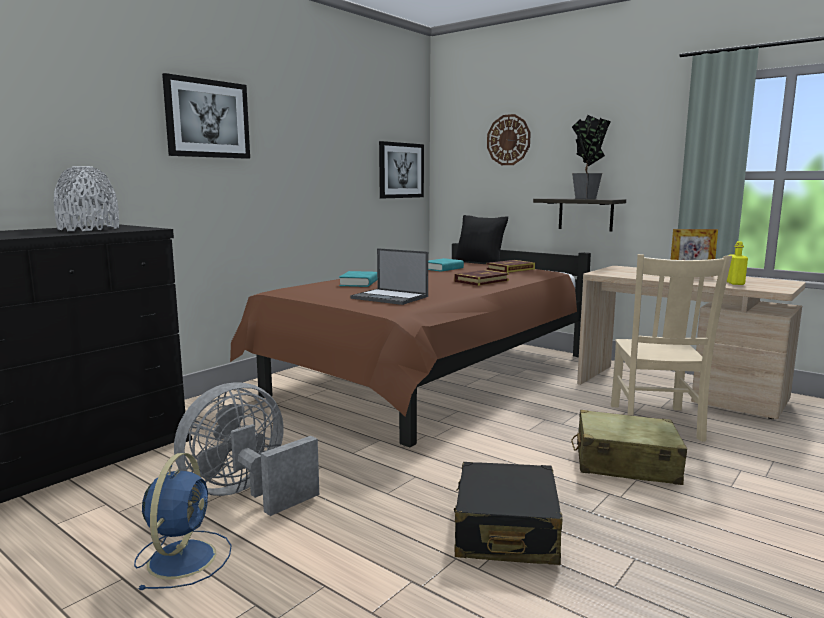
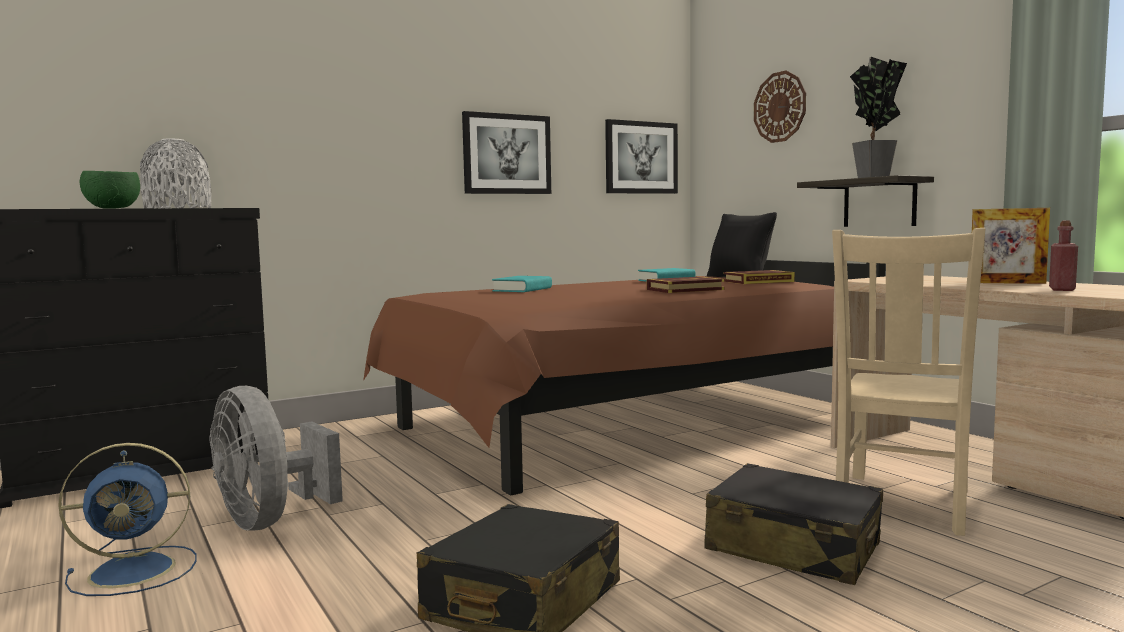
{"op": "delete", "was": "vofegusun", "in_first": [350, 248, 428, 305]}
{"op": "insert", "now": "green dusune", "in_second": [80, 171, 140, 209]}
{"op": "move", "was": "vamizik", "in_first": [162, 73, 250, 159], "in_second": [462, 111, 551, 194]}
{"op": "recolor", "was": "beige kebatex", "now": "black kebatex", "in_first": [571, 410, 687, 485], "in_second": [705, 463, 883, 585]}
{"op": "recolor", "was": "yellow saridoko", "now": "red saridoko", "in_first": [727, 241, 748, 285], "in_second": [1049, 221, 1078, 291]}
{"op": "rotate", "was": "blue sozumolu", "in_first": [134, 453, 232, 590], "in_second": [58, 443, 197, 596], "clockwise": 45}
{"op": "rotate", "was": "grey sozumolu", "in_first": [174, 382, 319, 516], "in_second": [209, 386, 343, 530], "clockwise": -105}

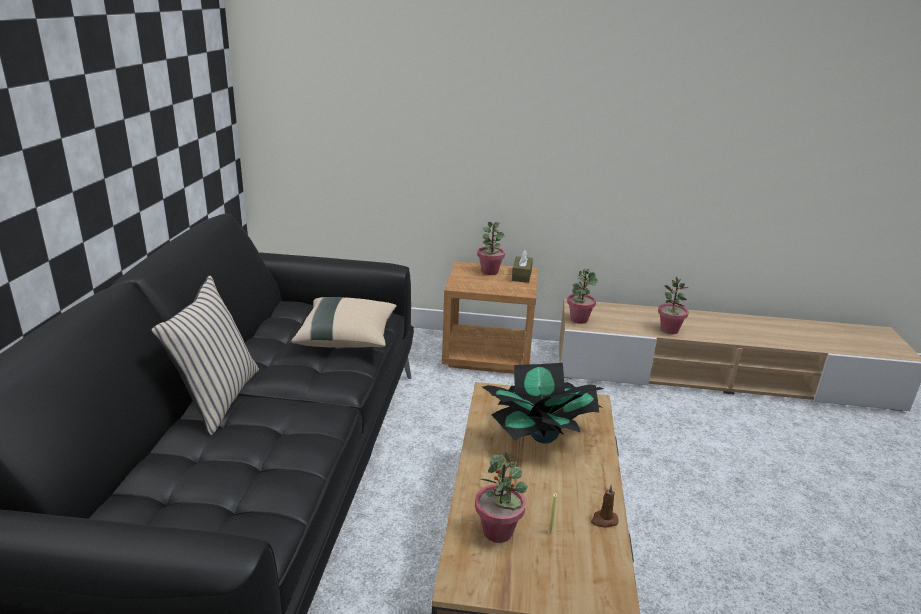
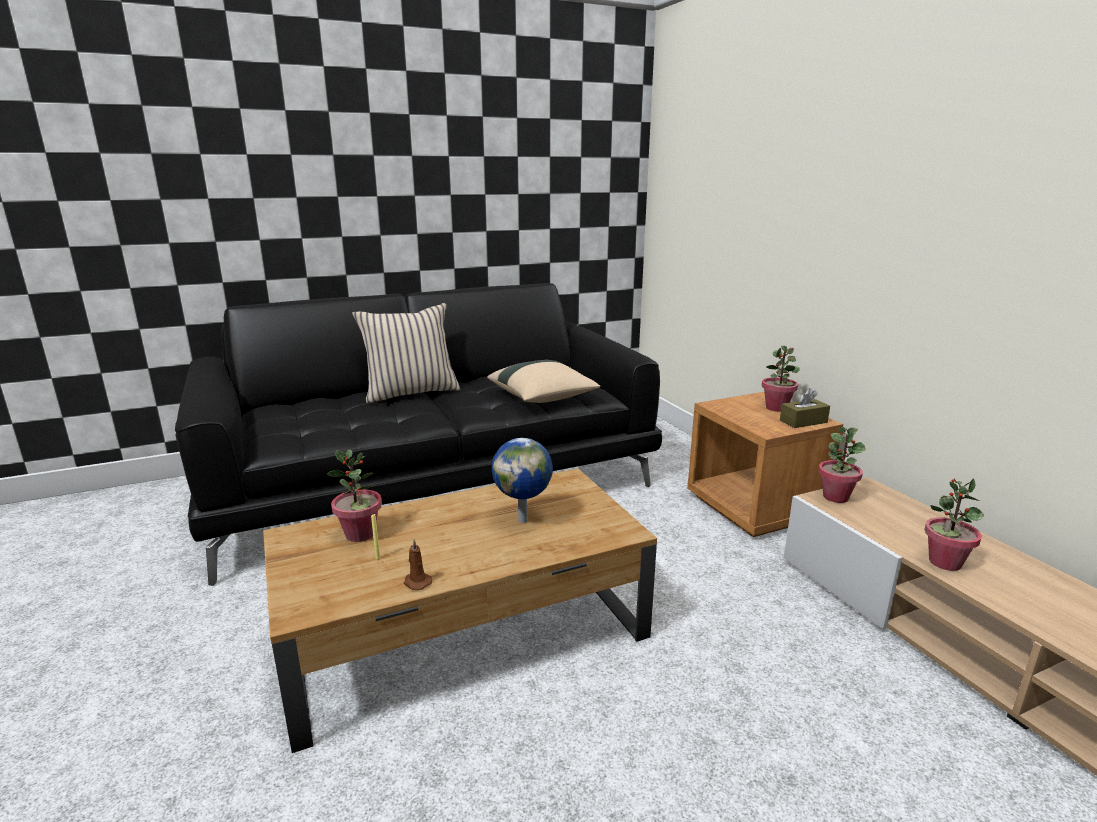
{"op": "replace", "was": "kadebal", "now": "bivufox", "in_first": [482, 363, 604, 444], "in_second": [492, 438, 553, 523]}

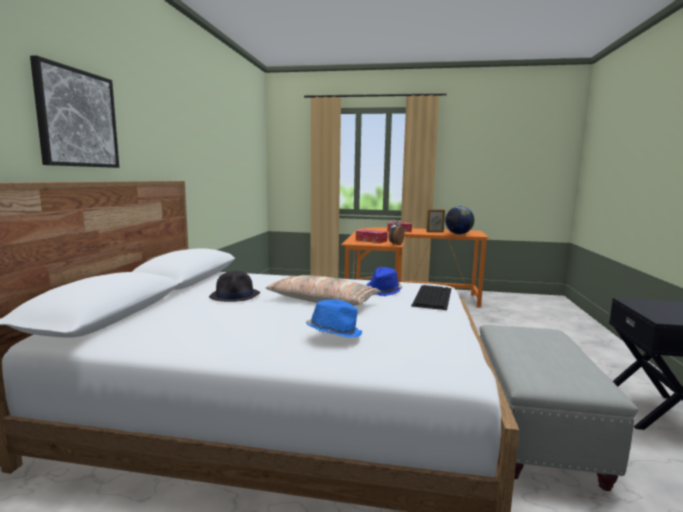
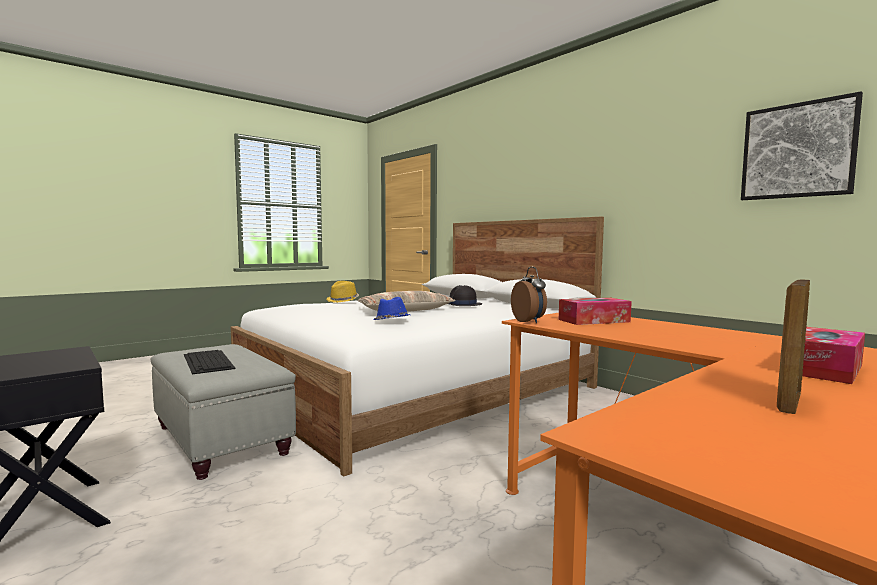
{"op": "delete", "was": "bivufox", "in_first": [445, 206, 474, 234]}
{"op": "move", "was": "vamizik", "in_first": [30, 55, 119, 168], "in_second": [741, 91, 863, 200]}
{"op": "move", "was": "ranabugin", "in_first": [411, 285, 451, 310], "in_second": [184, 350, 236, 374]}
{"op": "recolor", "was": "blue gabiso", "now": "yellow gabiso", "in_first": [306, 299, 362, 338], "in_second": [326, 281, 359, 303]}

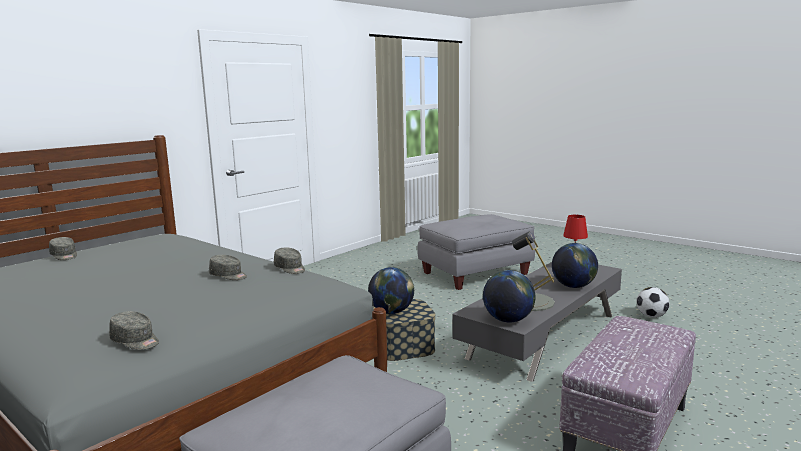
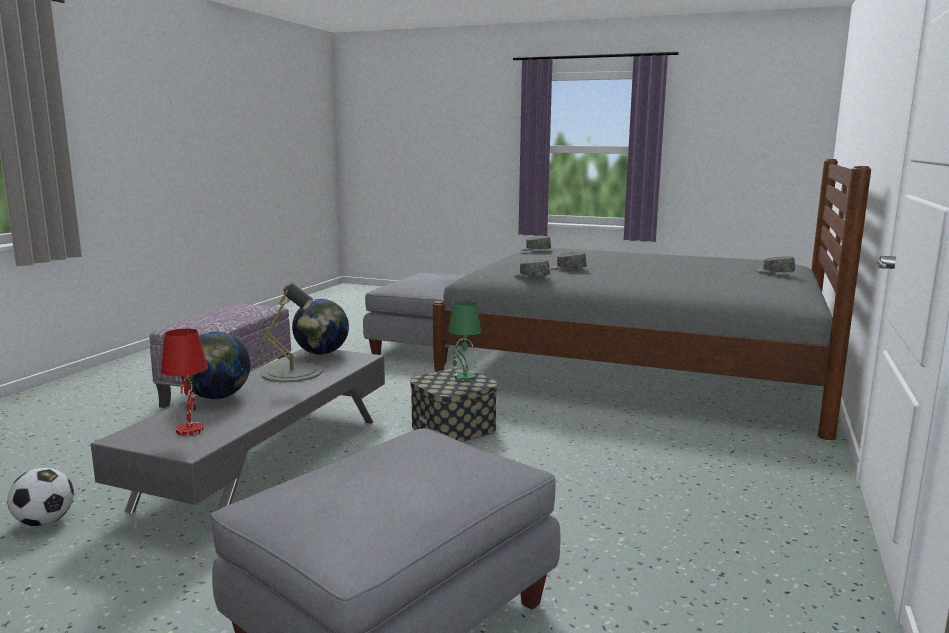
{"op": "replace", "was": "bivufox", "now": "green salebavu", "in_first": [368, 267, 414, 314], "in_second": [448, 301, 481, 381]}

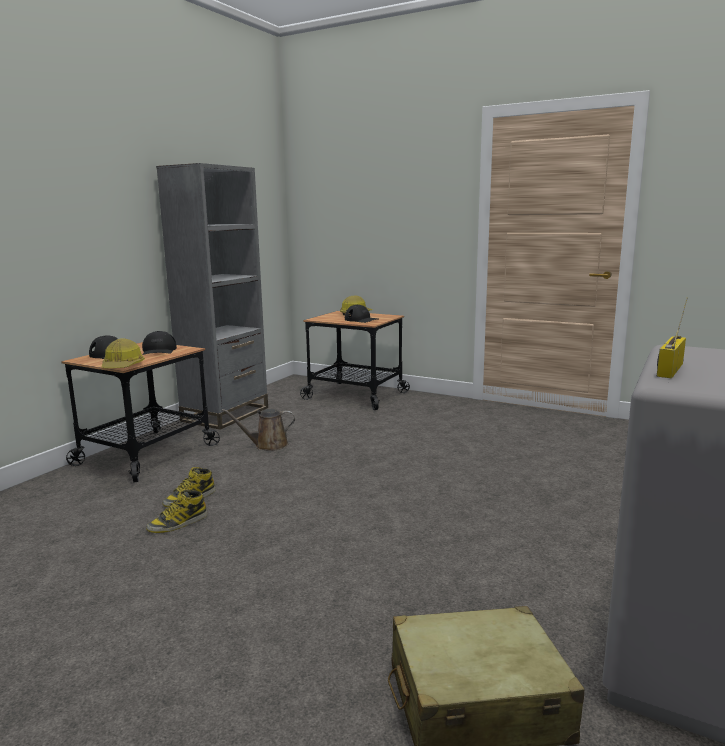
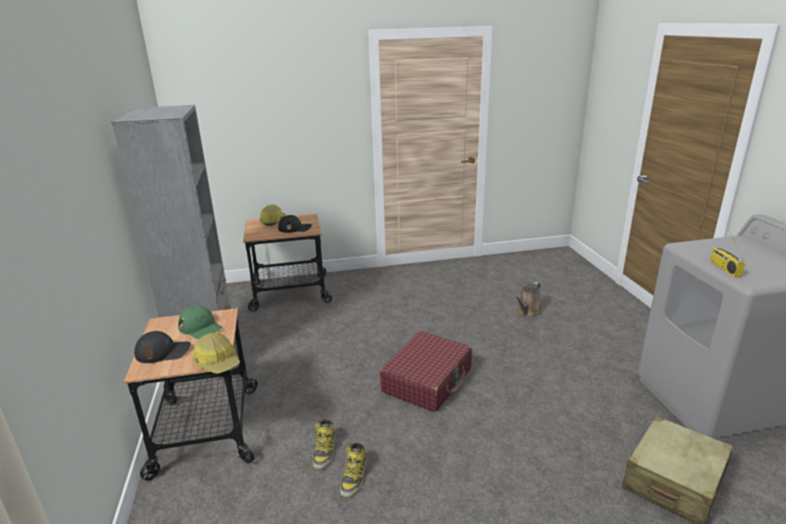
{"op": "insert", "now": "red kebatex", "in_second": [380, 331, 472, 412]}
{"op": "move", "was": "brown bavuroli", "in_first": [222, 409, 295, 451], "in_second": [515, 282, 542, 317]}
{"op": "recolor", "was": "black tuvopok", "now": "green tuvopok", "in_first": [142, 331, 177, 355], "in_second": [178, 306, 223, 339]}

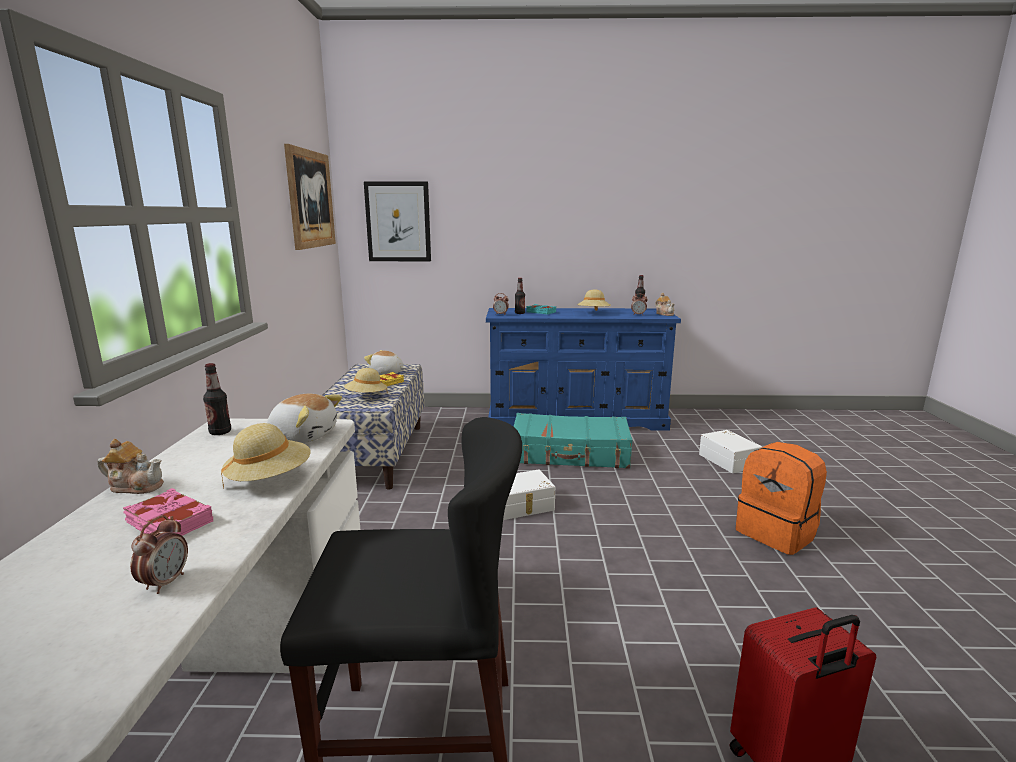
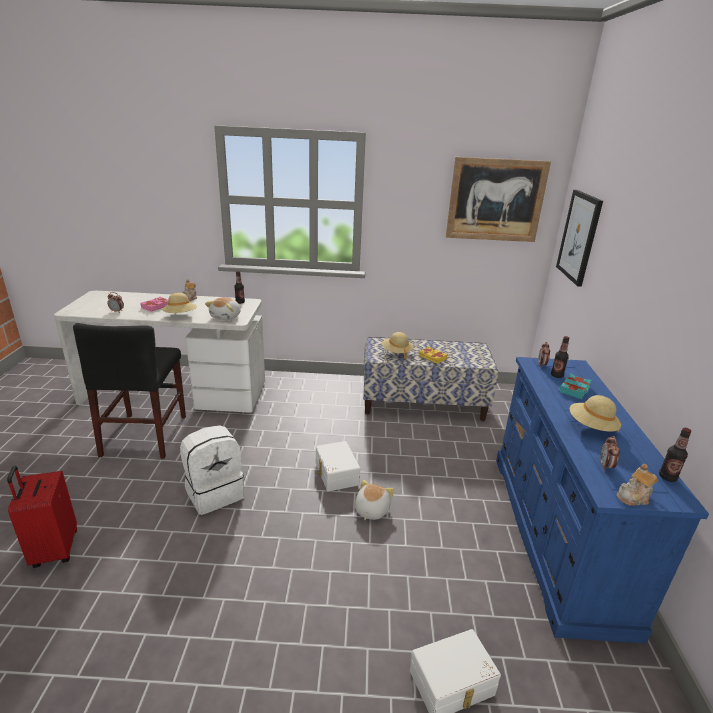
{"op": "delete", "was": "turquoise kebatex", "in_first": [513, 413, 632, 469]}
{"op": "delete", "was": "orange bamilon", "in_first": [736, 442, 827, 555]}
{"op": "insert", "now": "white bamilon", "in_second": [180, 425, 244, 515]}
{"op": "move", "was": "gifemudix", "in_first": [364, 350, 405, 375], "in_second": [355, 480, 394, 520]}

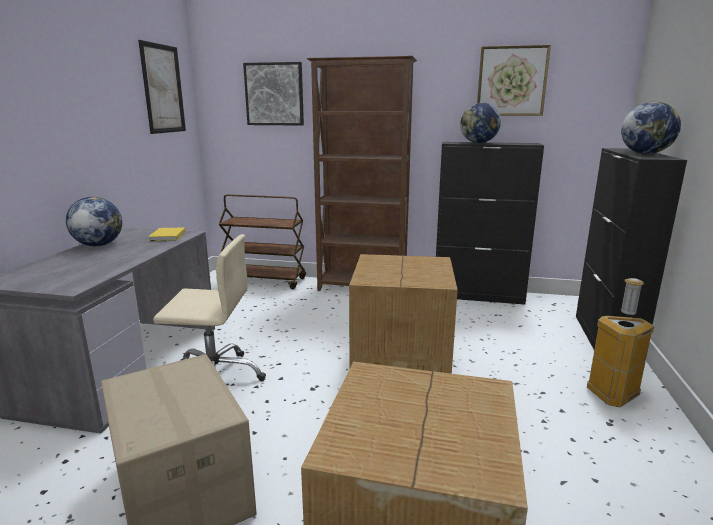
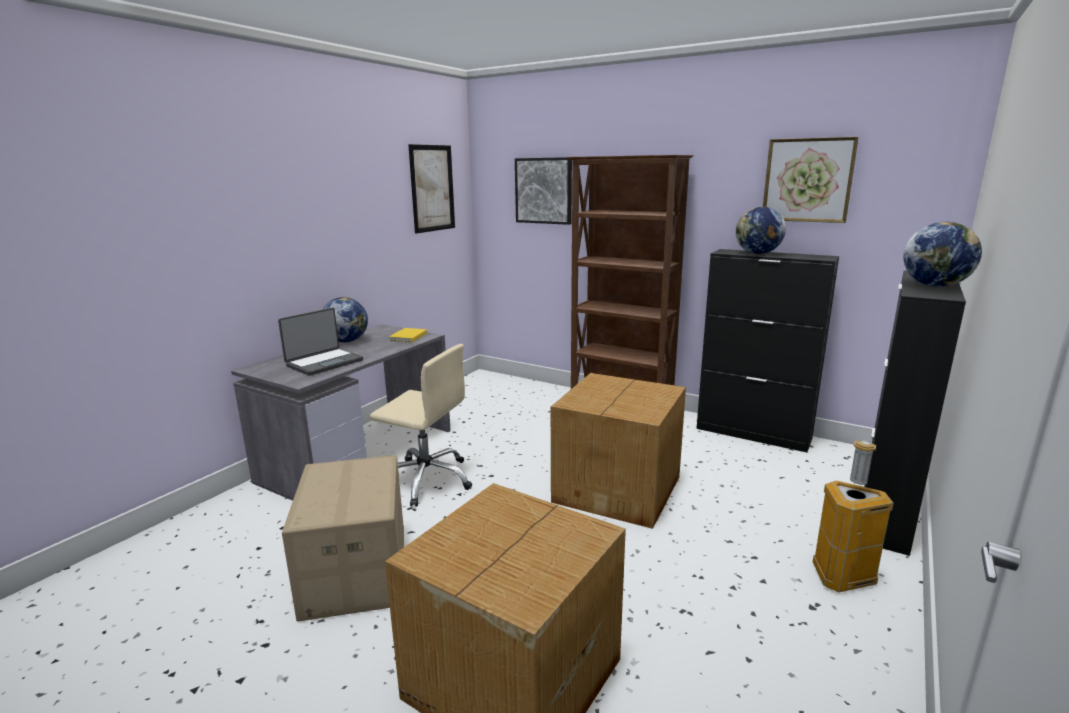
{"op": "delete", "was": "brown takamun", "in_first": [219, 194, 306, 289]}
{"op": "insert", "now": "vofegusun", "in_second": [278, 308, 363, 376]}

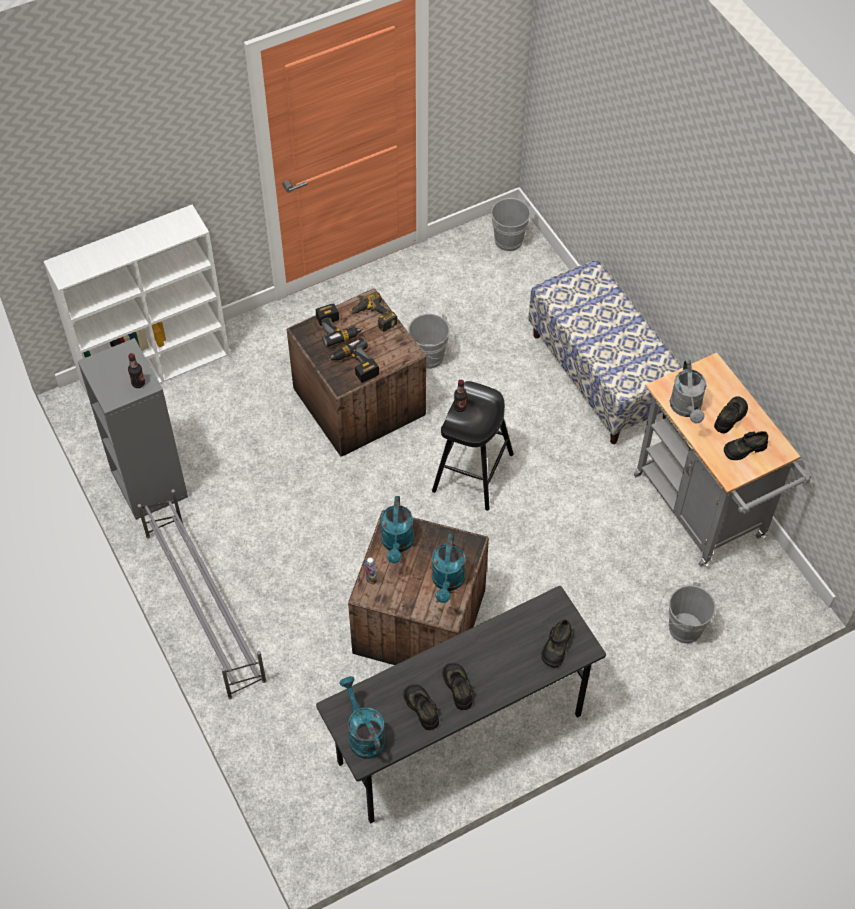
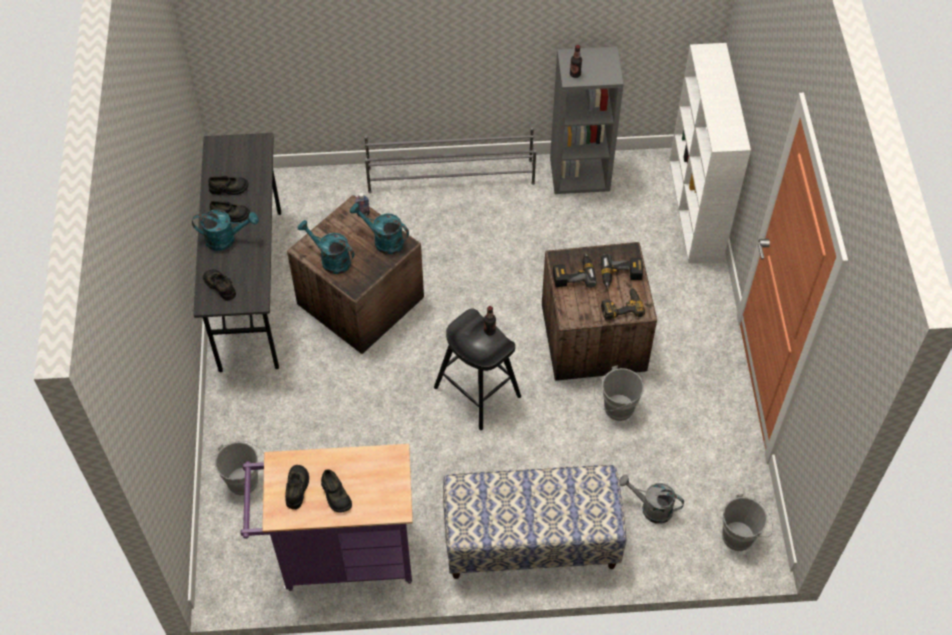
{"op": "move", "was": "turquoise bavuroli", "in_first": [339, 676, 385, 759], "in_second": [192, 210, 258, 251]}
{"op": "move", "was": "grey bavuroli", "in_first": [670, 360, 707, 424], "in_second": [619, 475, 684, 524]}
{"op": "recolor", "was": "grey takamun", "now": "purple takamun", "in_first": [634, 352, 811, 567], "in_second": [241, 444, 413, 591]}

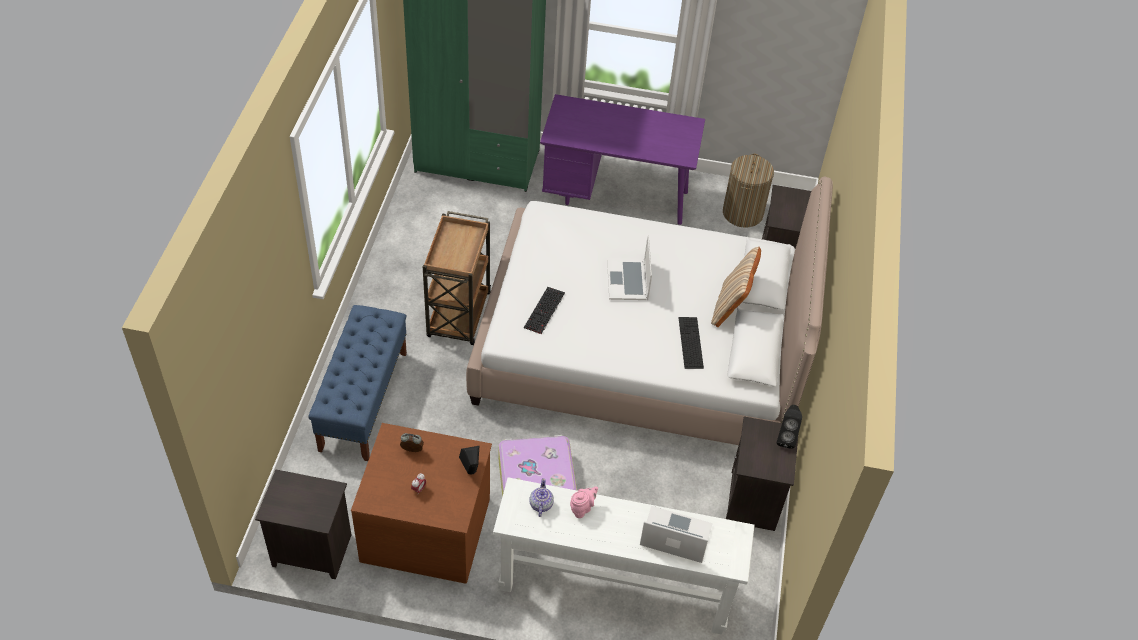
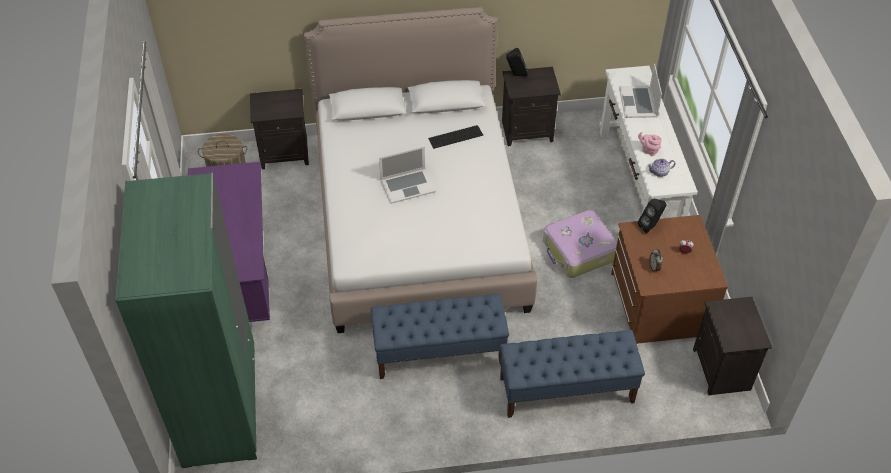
{"op": "delete", "was": "ranabugin", "in_first": [524, 287, 565, 334]}
{"op": "delete", "was": "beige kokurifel", "in_first": [711, 247, 761, 327]}
{"op": "replace", "was": "brown takamun", "now": "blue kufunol", "in_first": [423, 211, 491, 345], "in_second": [371, 294, 509, 379]}

